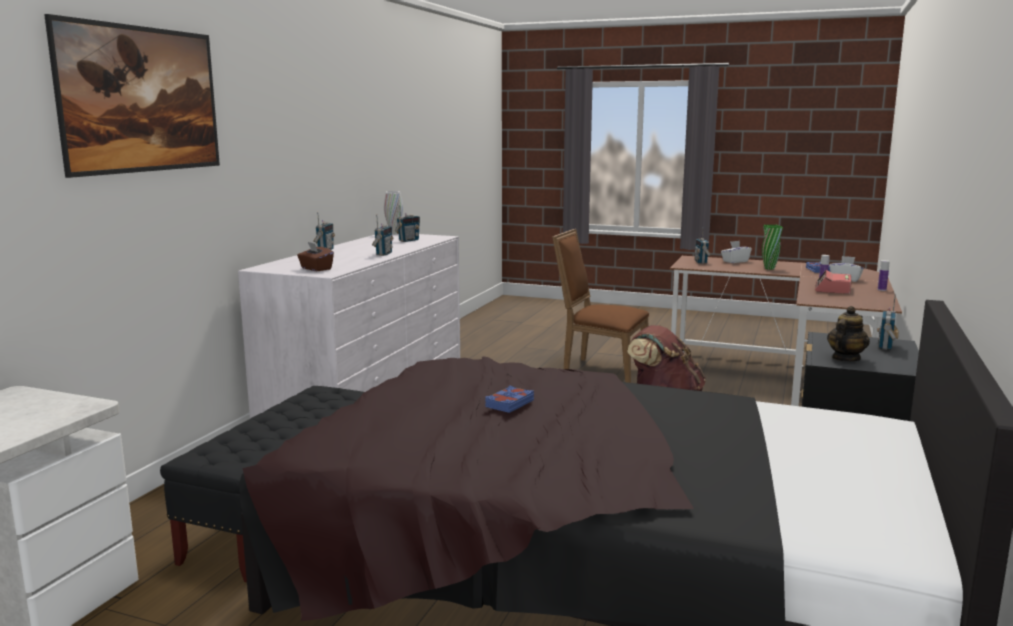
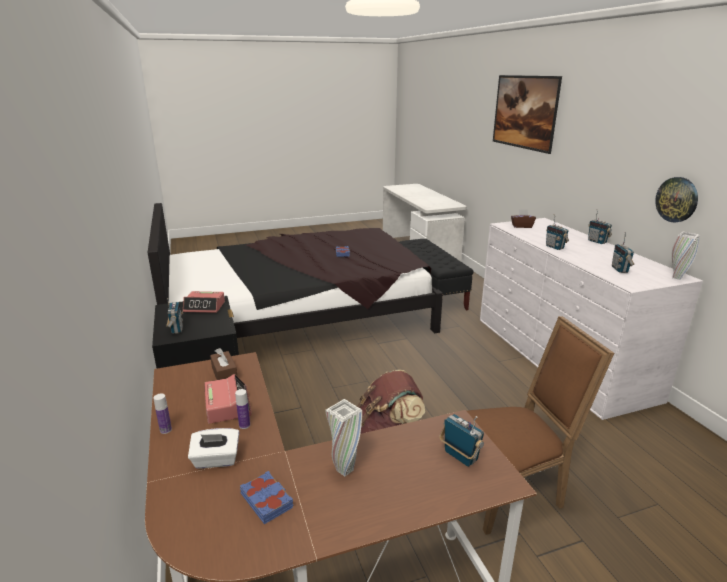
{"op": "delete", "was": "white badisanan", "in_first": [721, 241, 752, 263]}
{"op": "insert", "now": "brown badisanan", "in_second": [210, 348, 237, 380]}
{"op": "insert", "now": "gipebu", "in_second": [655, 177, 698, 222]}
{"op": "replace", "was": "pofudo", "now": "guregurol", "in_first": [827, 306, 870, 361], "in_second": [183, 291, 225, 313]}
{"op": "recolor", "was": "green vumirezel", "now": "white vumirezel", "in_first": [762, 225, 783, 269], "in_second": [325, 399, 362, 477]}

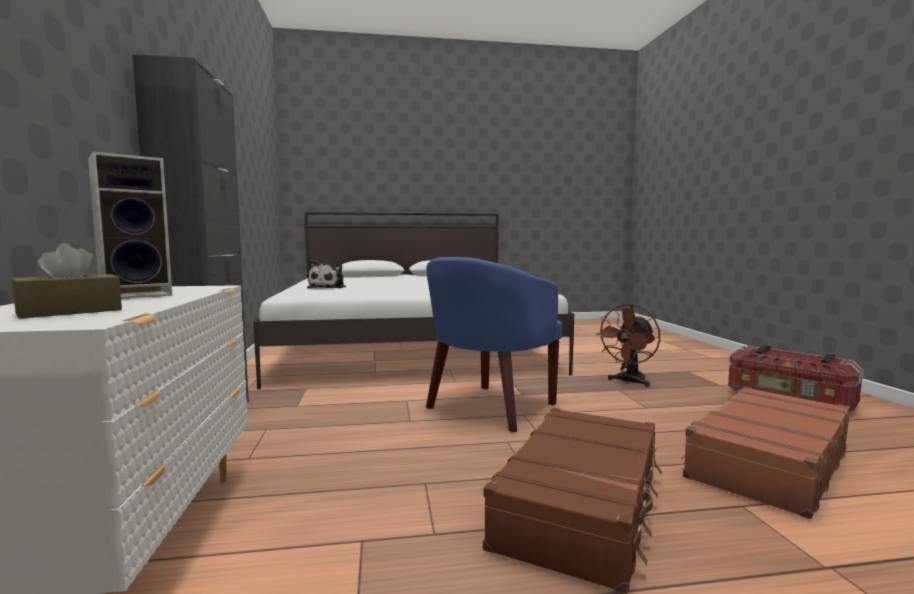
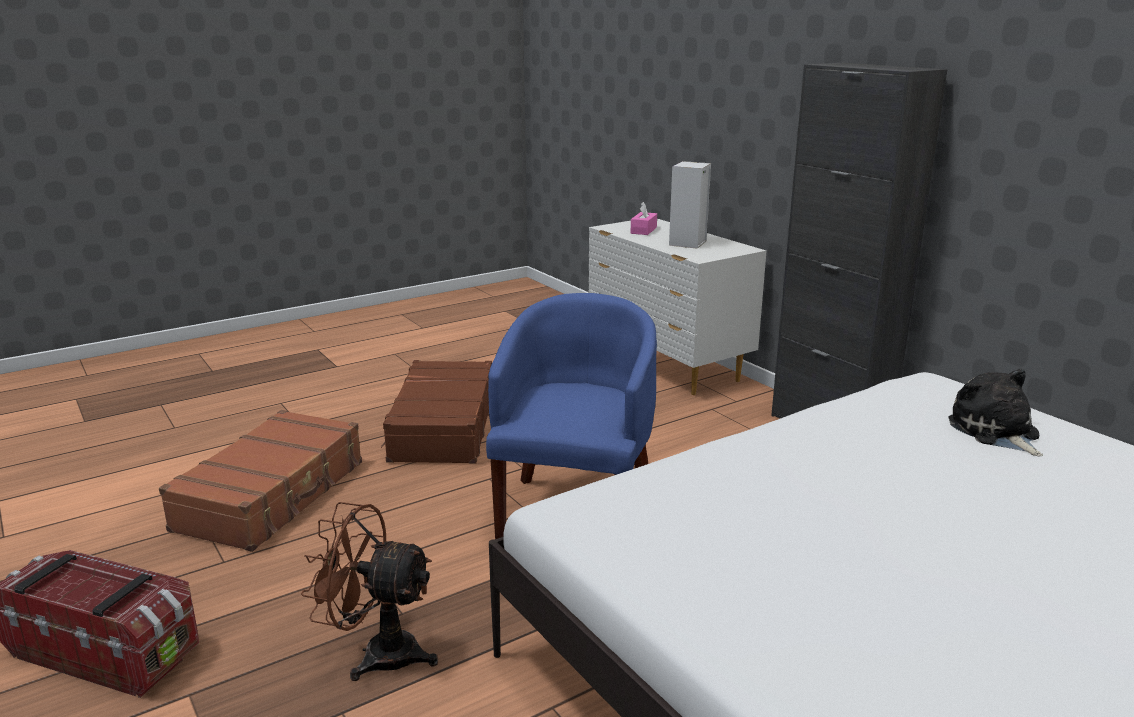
{"op": "recolor", "was": "brown badisanan", "now": "pink badisanan", "in_first": [12, 243, 122, 319], "in_second": [631, 202, 657, 235]}
{"op": "rotate", "was": "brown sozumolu", "in_first": [596, 304, 660, 387], "in_second": [301, 502, 438, 681], "clockwise": -90}

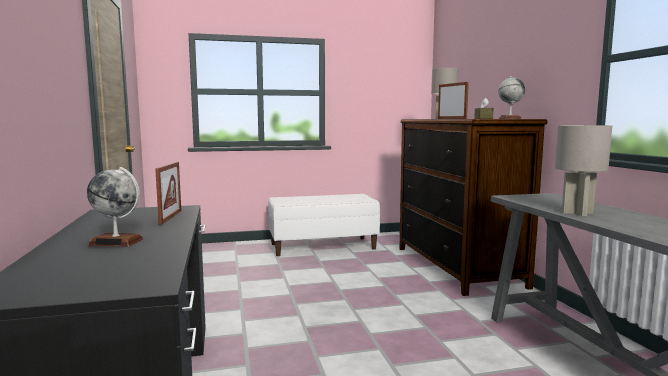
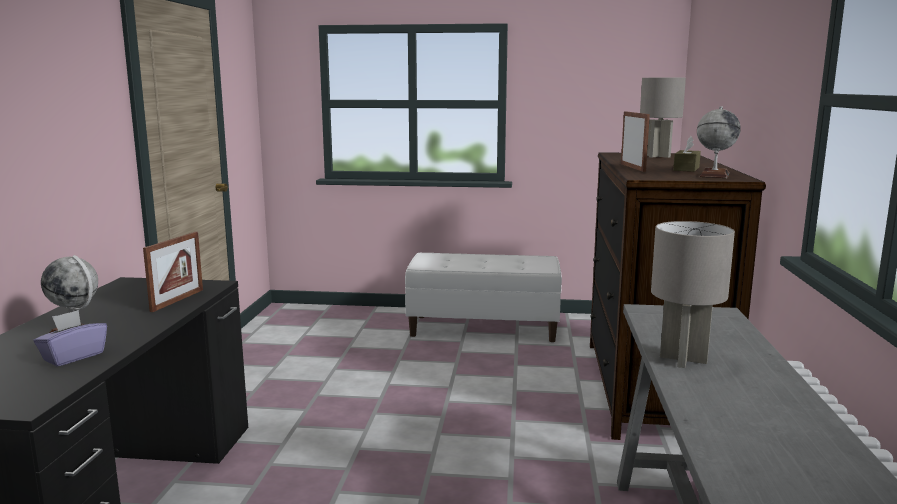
{"op": "insert", "now": "purple badisanan", "in_second": [34, 310, 107, 367]}

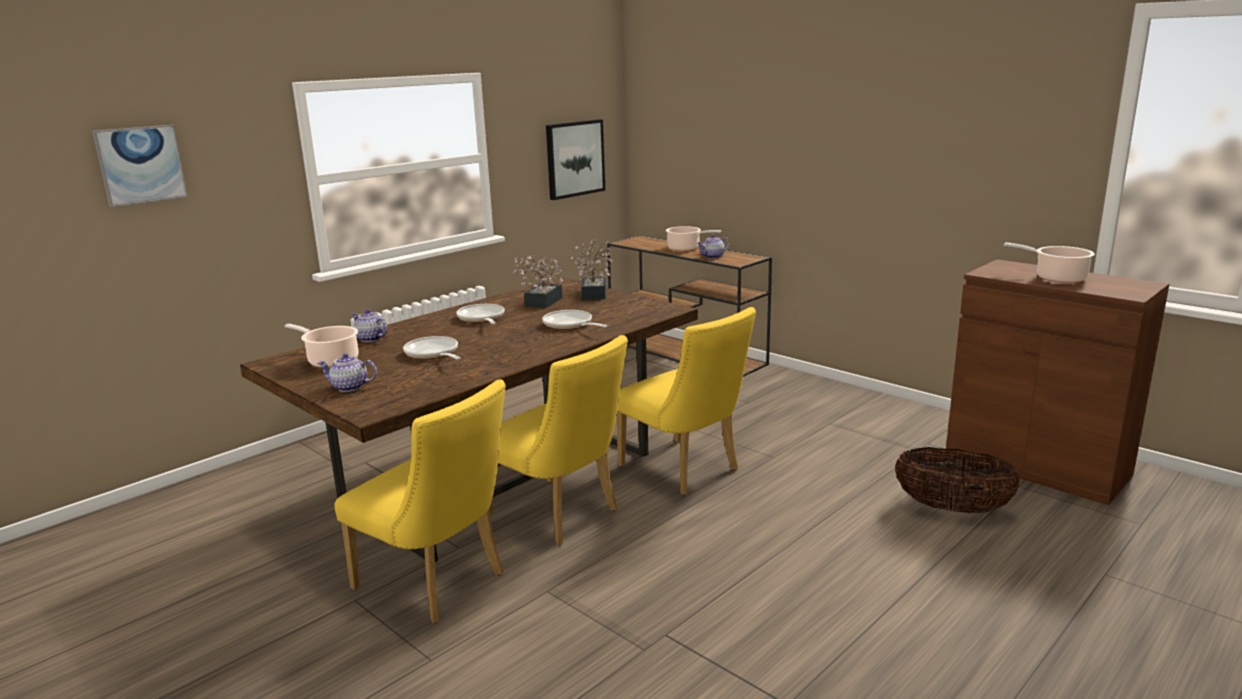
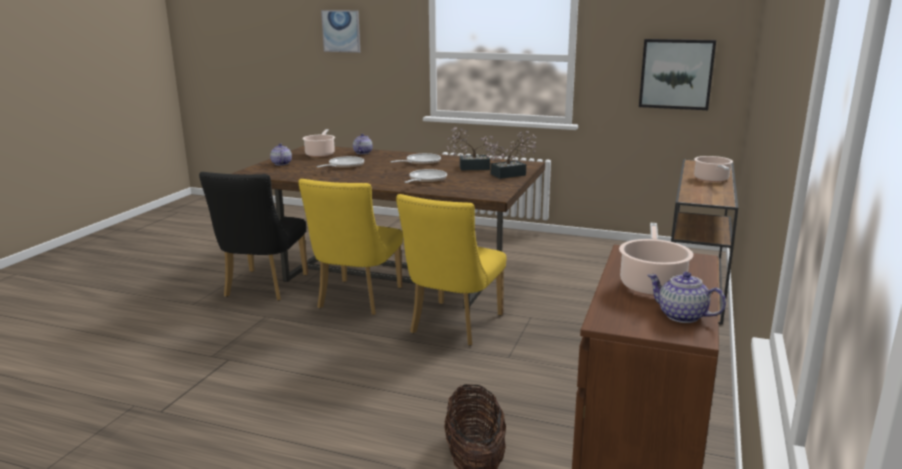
{"op": "move", "was": "pofudo", "in_first": [697, 235, 729, 259], "in_second": [648, 272, 726, 323]}
{"op": "recolor", "was": "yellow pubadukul", "now": "black pubadukul", "in_first": [334, 379, 506, 623], "in_second": [199, 172, 308, 301]}

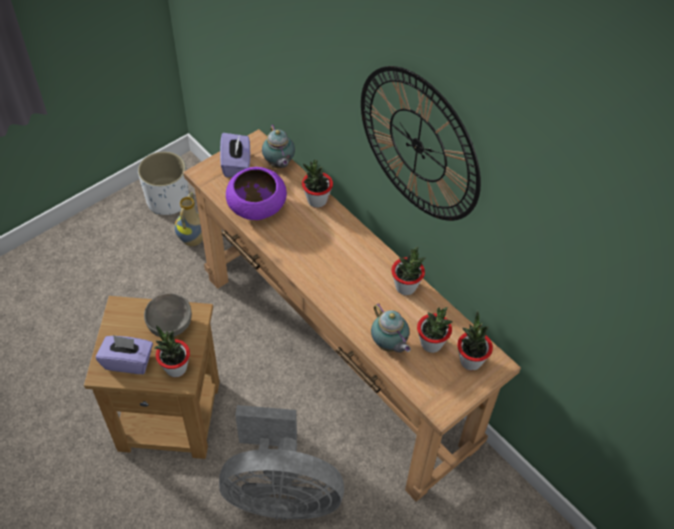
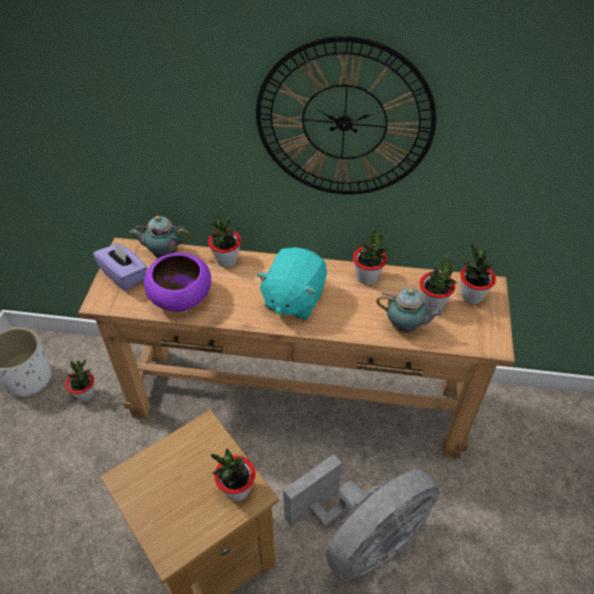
{"op": "delete", "was": "purple badisanan", "in_first": [96, 335, 153, 374]}
{"op": "delete", "was": "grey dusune", "in_first": [144, 293, 192, 337]}
{"op": "insert", "now": "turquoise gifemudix", "in_second": [257, 247, 327, 319]}
{"op": "replace", "was": "vumirezel", "now": "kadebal", "in_first": [174, 192, 203, 246], "in_second": [66, 360, 94, 402]}
{"op": "rotate", "was": "pofudo", "in_first": [262, 124, 295, 168], "in_second": [129, 216, 190, 258], "clockwise": 150}

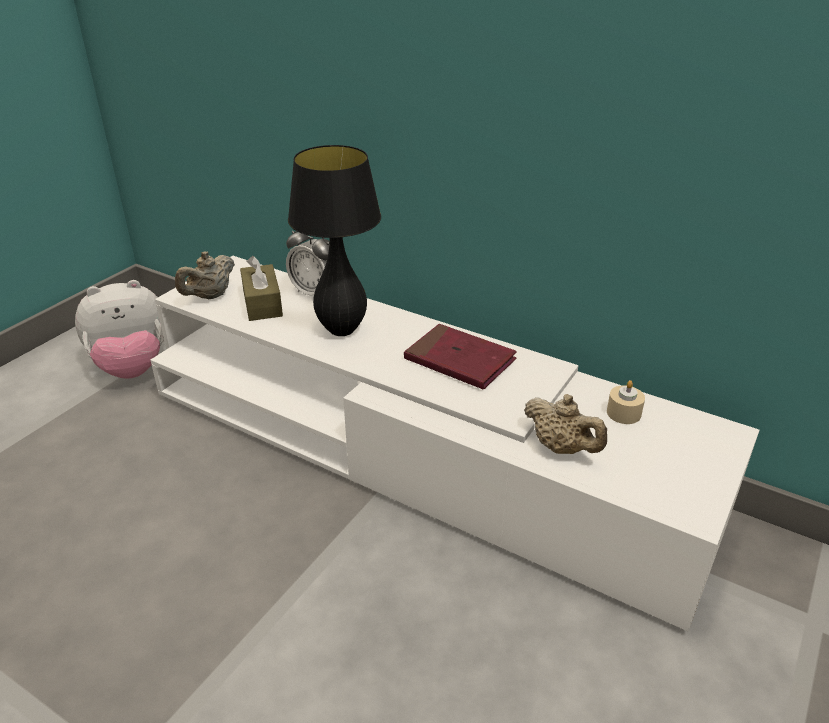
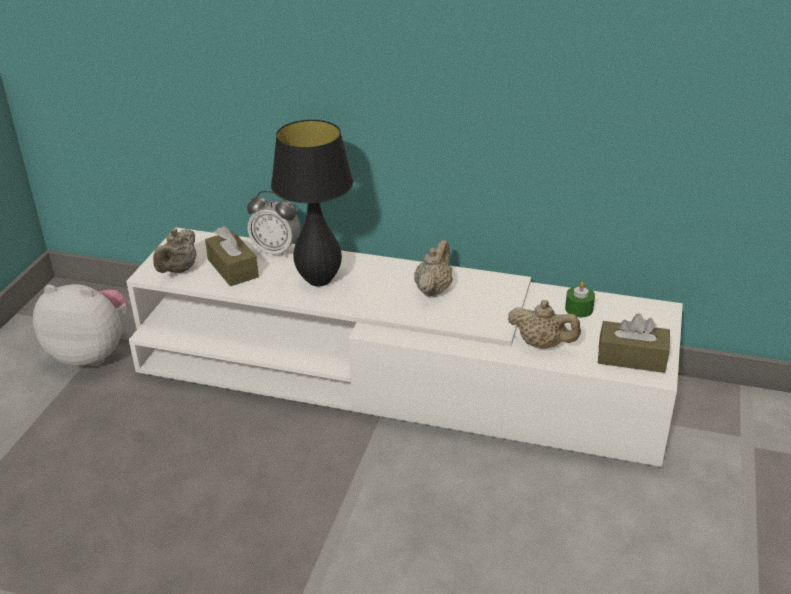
{"op": "insert", "now": "brown badisanan", "in_second": [598, 314, 670, 373]}
{"op": "replace", "was": "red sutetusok", "now": "beige pofudo", "in_first": [404, 324, 517, 390], "in_second": [414, 240, 453, 297]}
{"op": "recolor", "was": "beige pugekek", "now": "green pugekek", "in_first": [607, 380, 645, 424], "in_second": [565, 281, 595, 317]}
{"op": "rotate", "was": "gifemudix", "in_first": [75, 280, 164, 379], "in_second": [33, 284, 127, 366], "clockwise": -135}

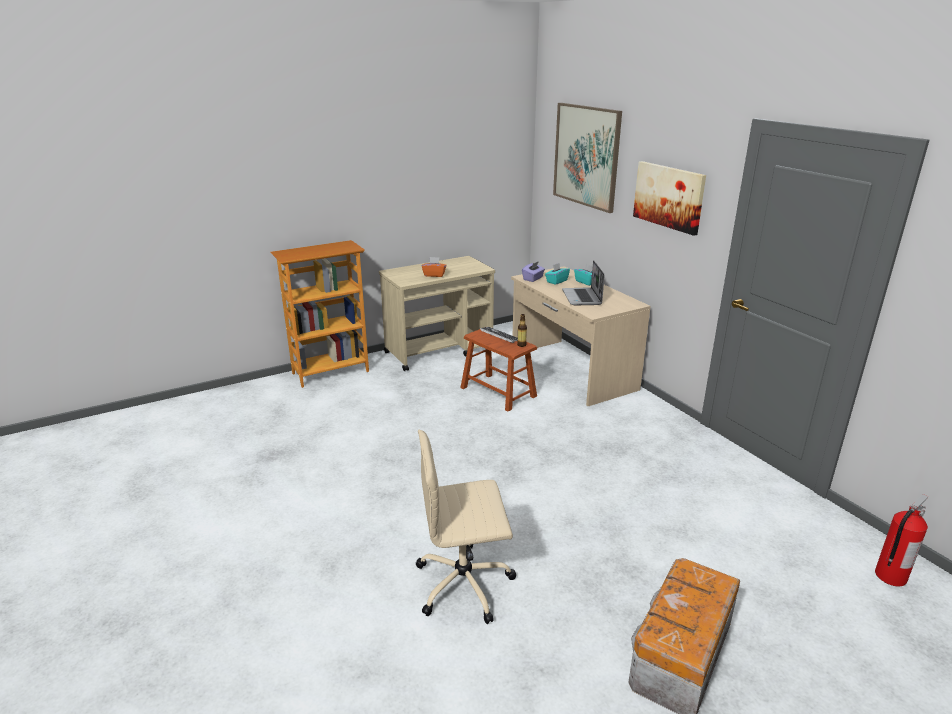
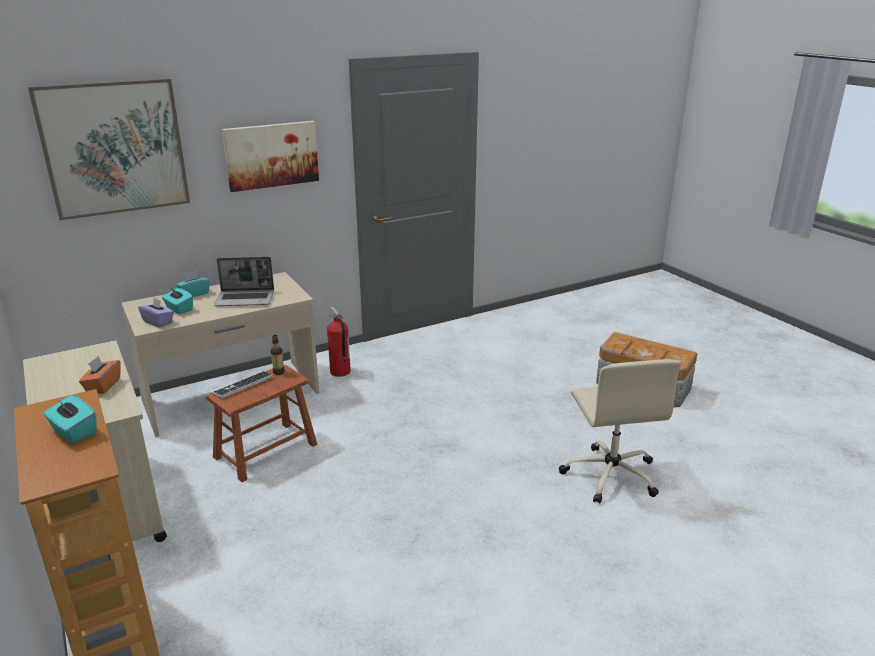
{"op": "insert", "now": "turquoise badisanan", "in_second": [43, 395, 97, 444]}
{"op": "move", "was": "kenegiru", "in_first": [875, 494, 929, 586], "in_second": [327, 306, 351, 377]}

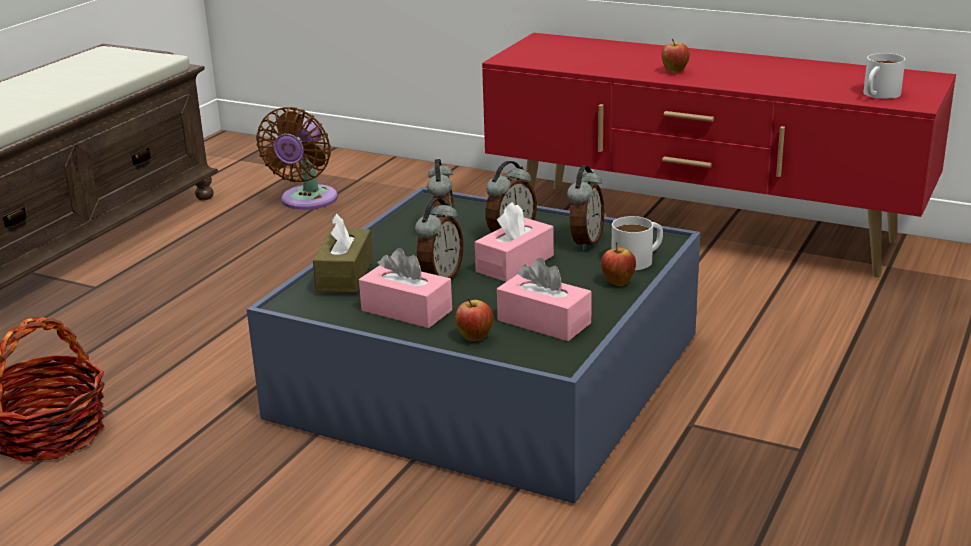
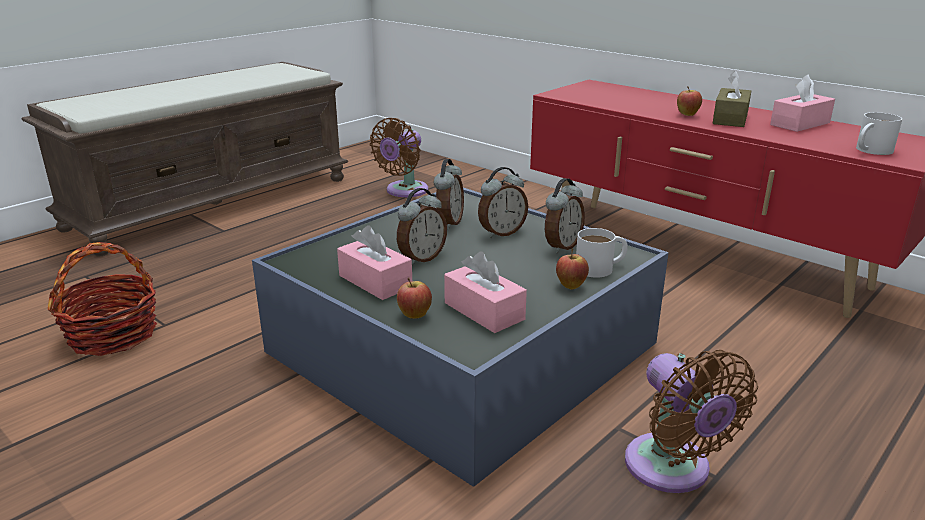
{"op": "insert", "now": "brown sozumolu", "in_second": [625, 350, 758, 493]}
{"op": "move", "was": "brown badisanan", "in_first": [313, 213, 373, 293], "in_second": [712, 71, 751, 127]}
{"op": "move", "was": "pink badisanan", "in_first": [475, 202, 554, 282], "in_second": [770, 74, 835, 132]}

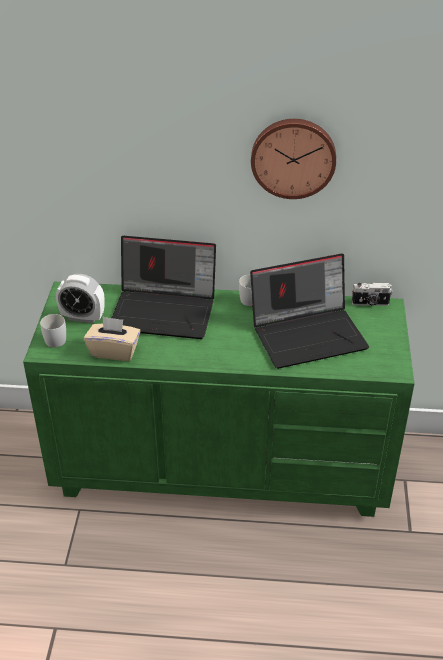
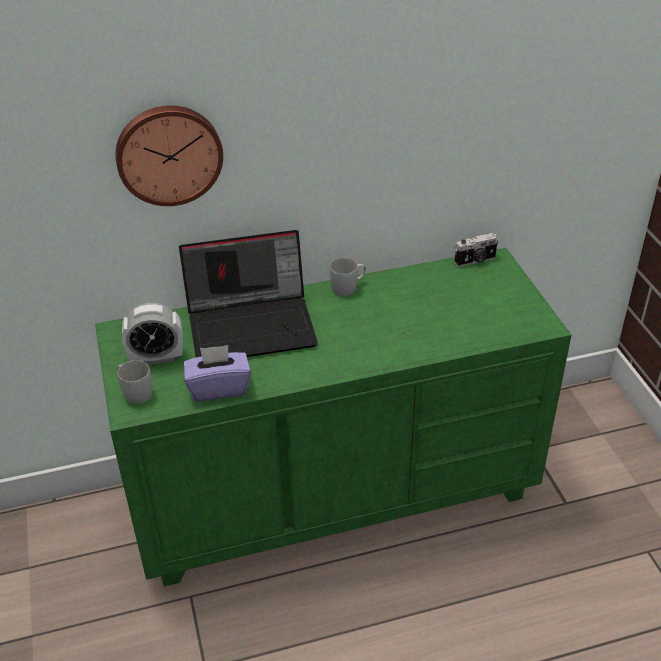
{"op": "delete", "was": "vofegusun", "in_first": [250, 254, 369, 369]}
{"op": "move", "was": "gipebu", "in_first": [251, 119, 336, 199], "in_second": [115, 106, 223, 206]}
{"op": "recolor", "was": "beige badisanan", "now": "purple badisanan", "in_first": [84, 316, 141, 361], "in_second": [184, 345, 251, 401]}

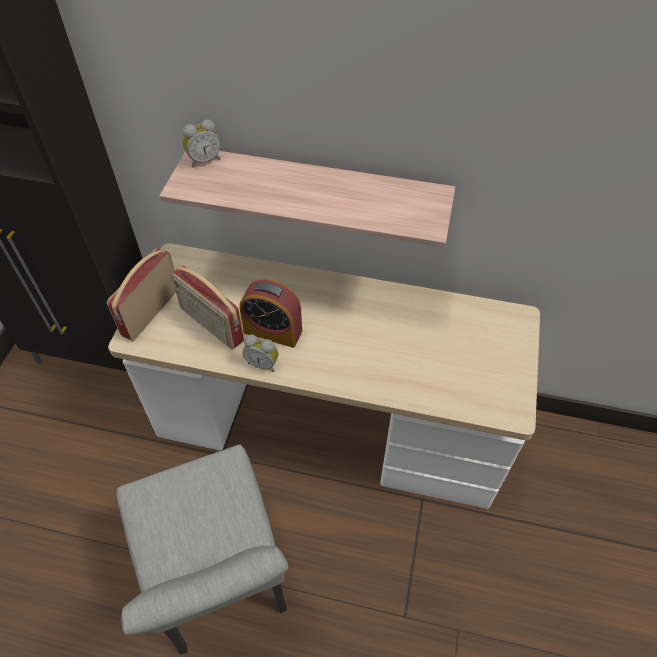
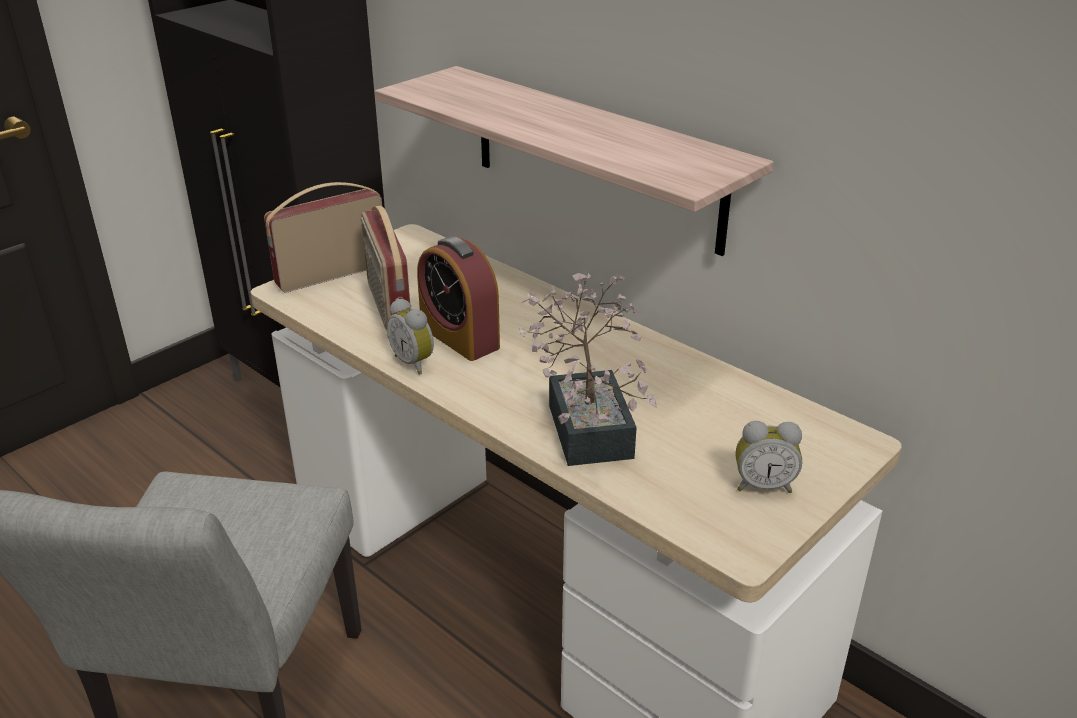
{"op": "insert", "now": "kadebal", "in_second": [519, 273, 657, 466]}
{"op": "move", "was": "guregurol", "in_first": [183, 119, 221, 168], "in_second": [736, 421, 802, 493]}

